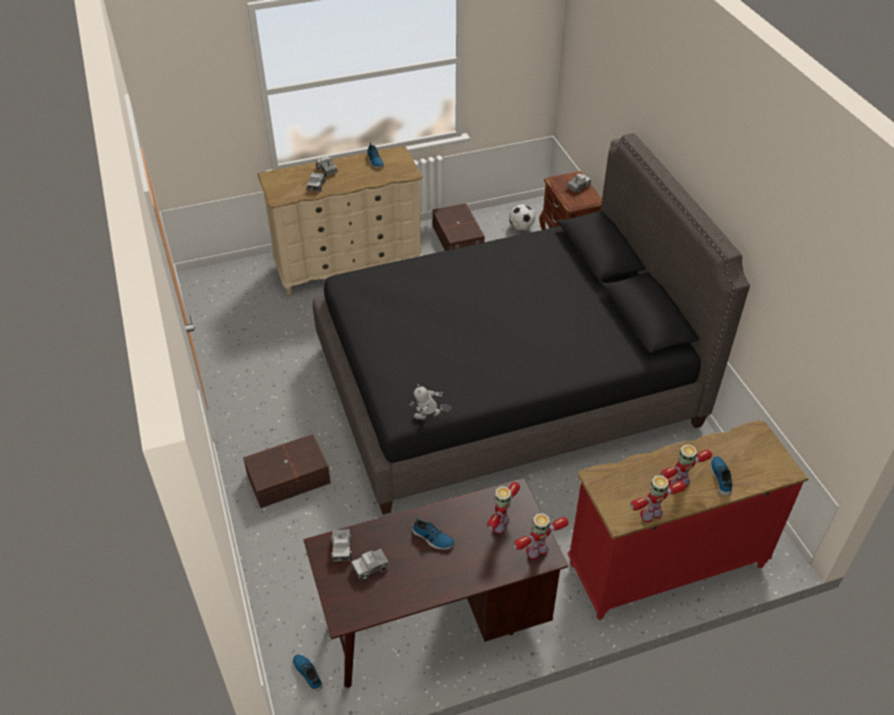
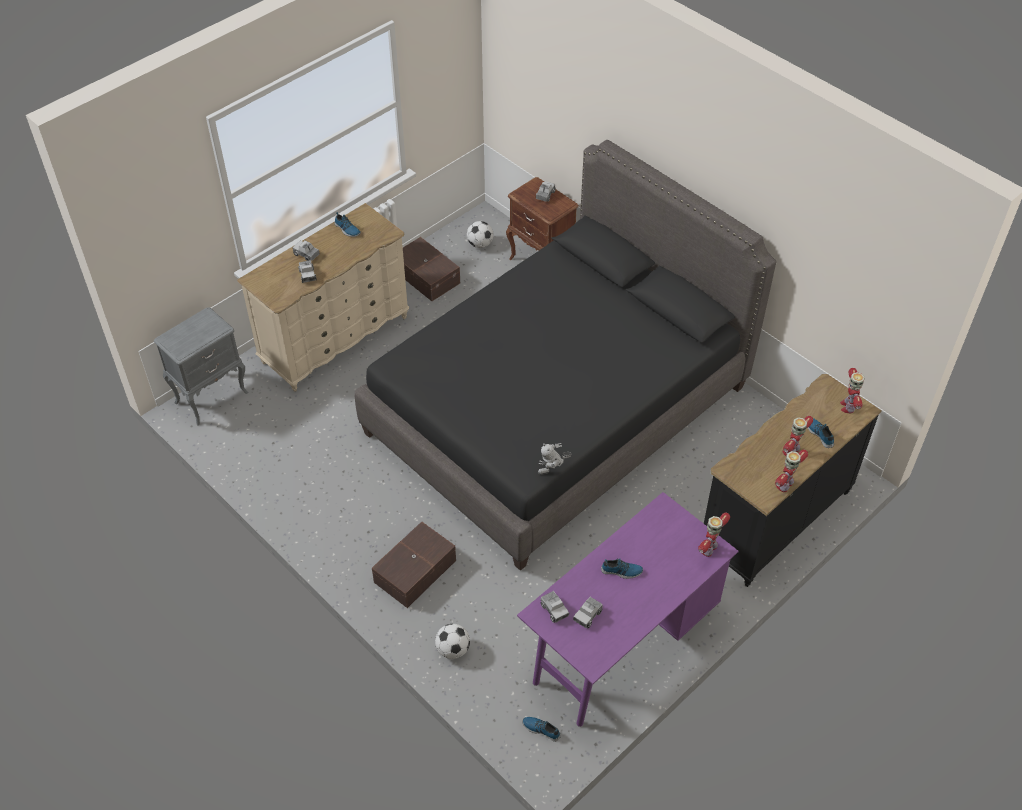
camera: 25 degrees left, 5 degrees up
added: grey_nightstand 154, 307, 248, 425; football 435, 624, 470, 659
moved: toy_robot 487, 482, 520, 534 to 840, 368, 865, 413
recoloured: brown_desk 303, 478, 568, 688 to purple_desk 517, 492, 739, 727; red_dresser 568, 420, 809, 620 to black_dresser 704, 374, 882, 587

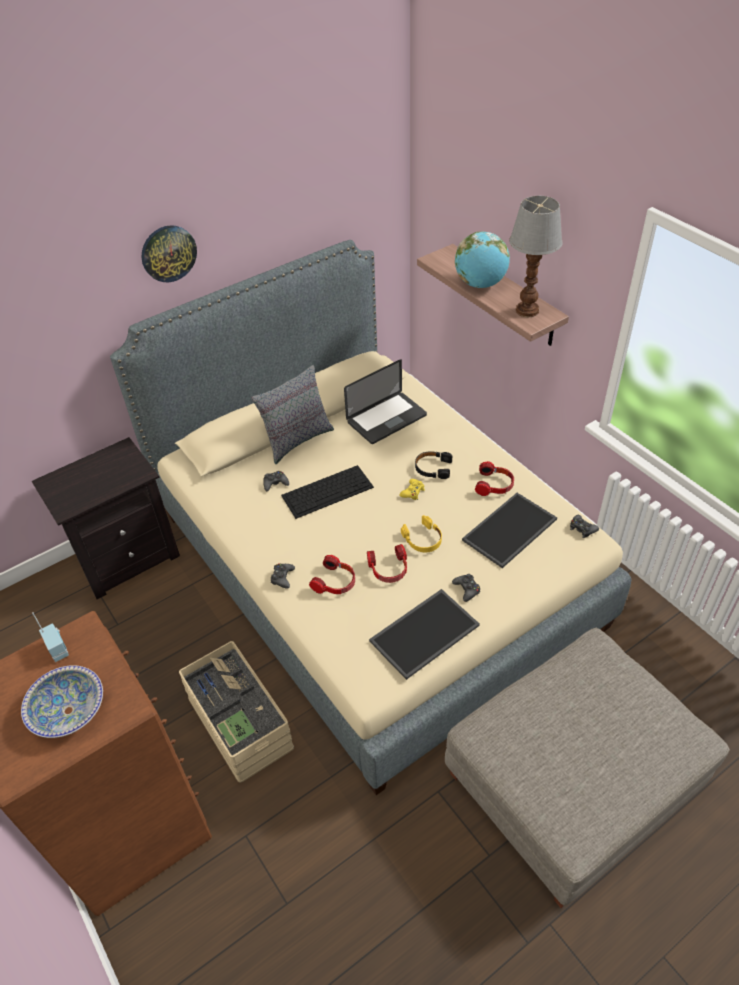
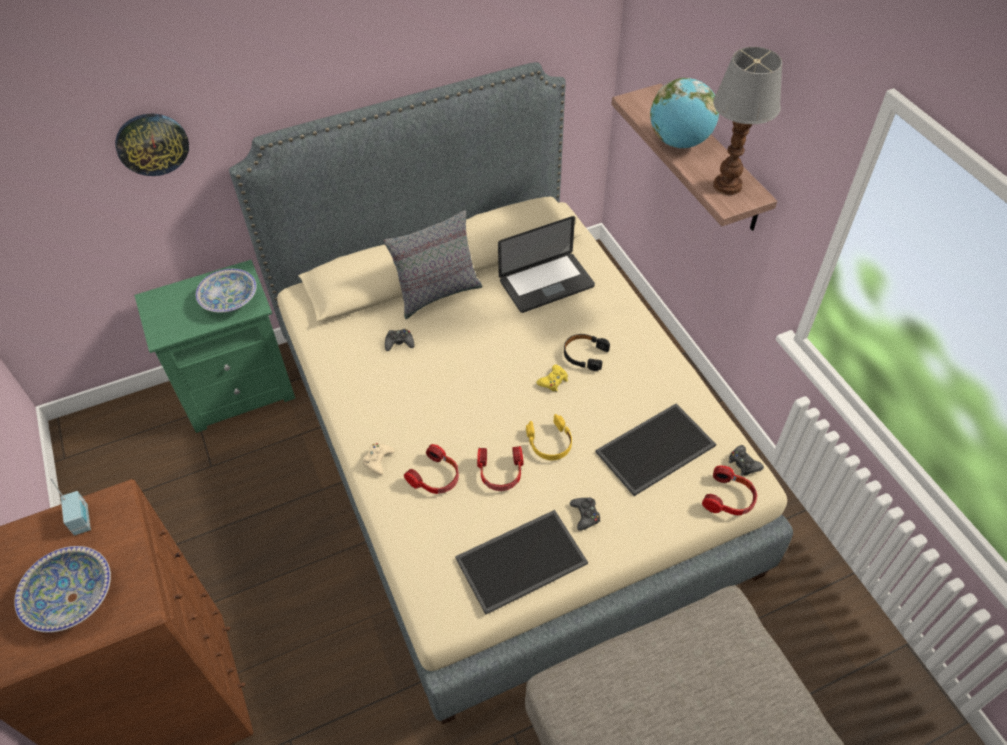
camera: 10 degrees right, 5 degrees up
removed: beige_storage_box 179, 641, 294, 783; keyboard 281, 465, 374, 519
added: bowl 196, 269, 257, 313
moved: wall_clock 141, 225, 197, 282 to 115, 114, 189, 176; headphones 475, 461, 514, 496 to 702, 465, 757, 515
recoloured: black_nightstand 32, 437, 180, 599 to green_nightstand 134, 260, 296, 433; black_game_controller 271, 563, 295, 589 to beige_game_controller 363, 443, 395, 475

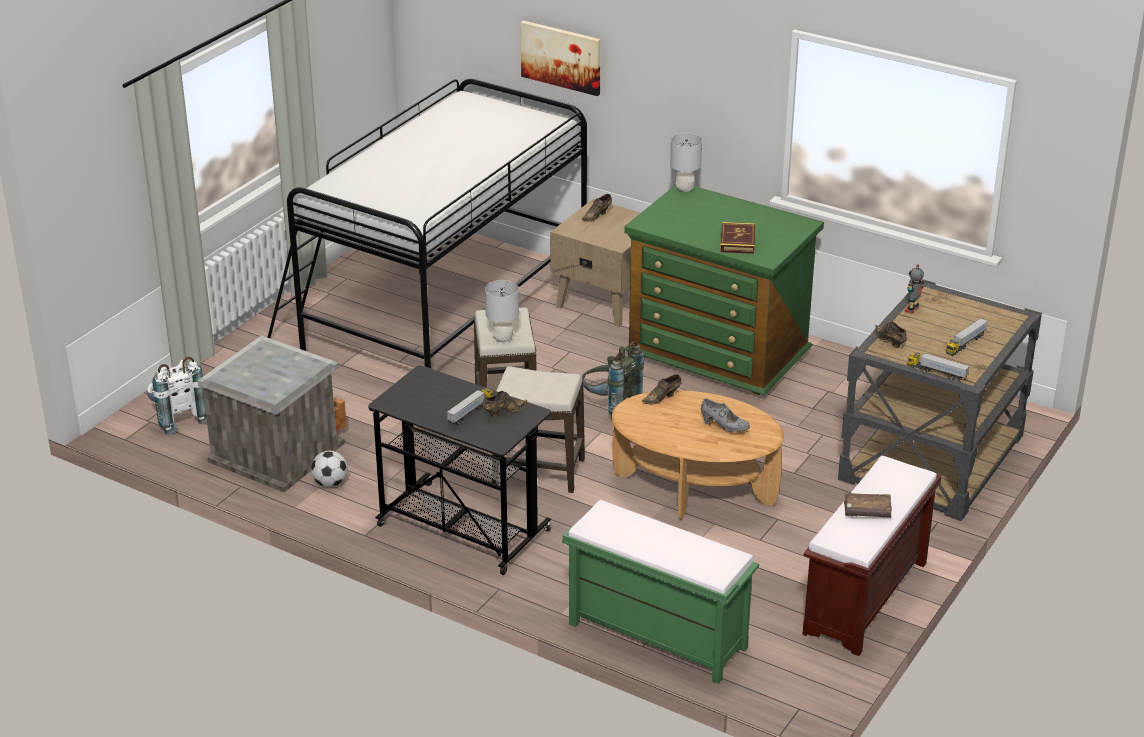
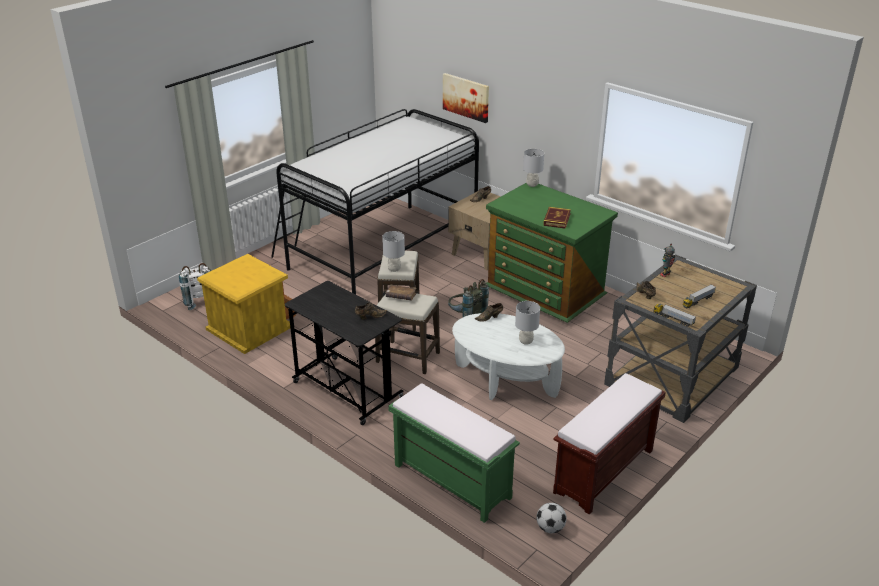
camera: 10 degrees right, 0 degrees up
removed: toy_truck 447, 388, 493, 425
moved: brown_book 844, 493, 892, 518 to 386, 285, 417, 301; football 311, 451, 348, 487 to 536, 503, 567, 533
replaced: grey_shoe 701, 398, 750, 432 to grey_table_lamp 515, 301, 540, 345
recoloured: grey_nightstand 197, 335, 347, 492 to yellow_nightstand 197, 254, 296, 354; brown_coffee_table 611, 390, 784, 519 to white_coffee_table 452, 313, 565, 400

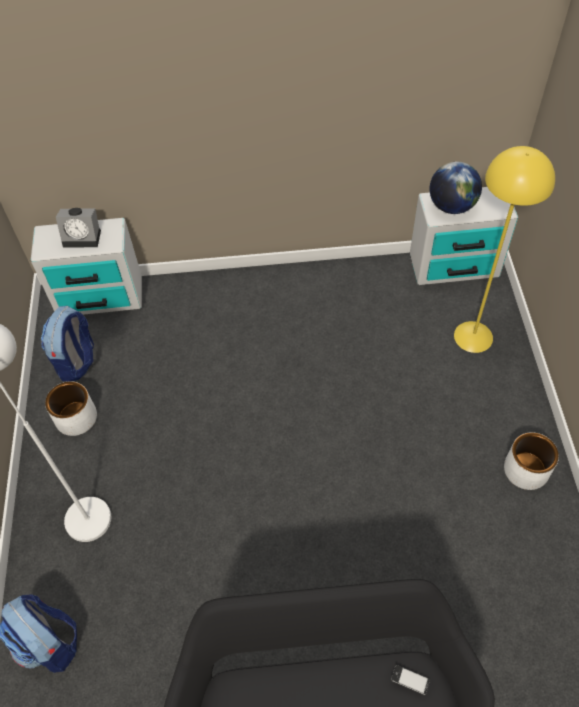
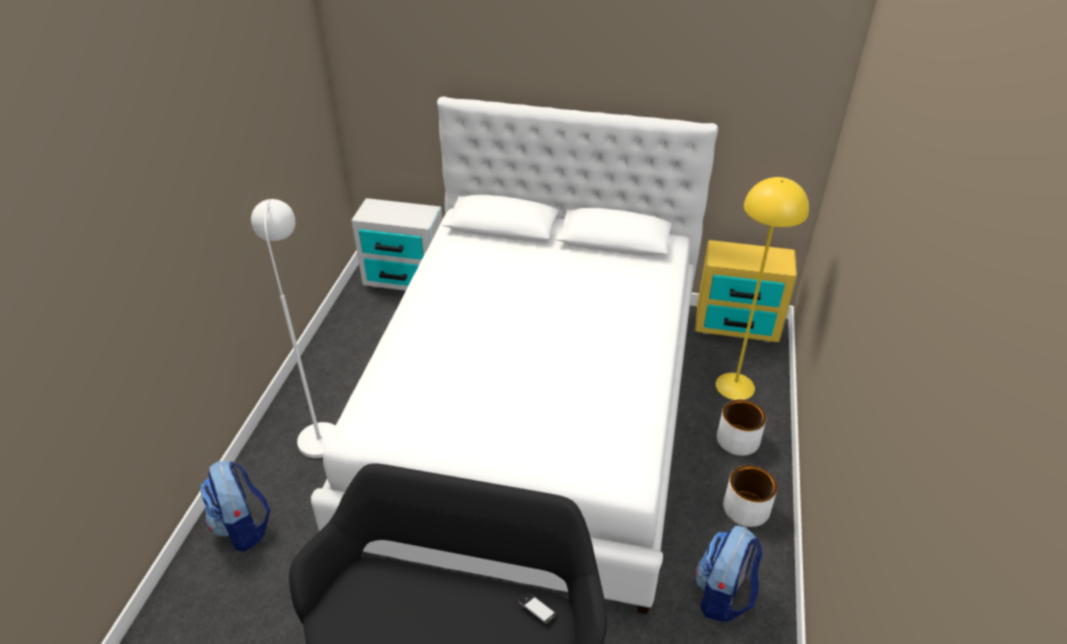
camera: 15 degrees right, 15 degrees down
removed: alarm_clock 56, 208, 101, 248; globe 430, 162, 482, 214
added: white_bed 311, 96, 718, 614
moved: backpack 41, 306, 94, 381 to 695, 526, 762, 622; white_planter 45, 381, 97, 436 to 717, 399, 766, 456
recoloured: white_nightstand 410, 187, 518, 285 to yellow_nightstand 695, 240, 797, 343

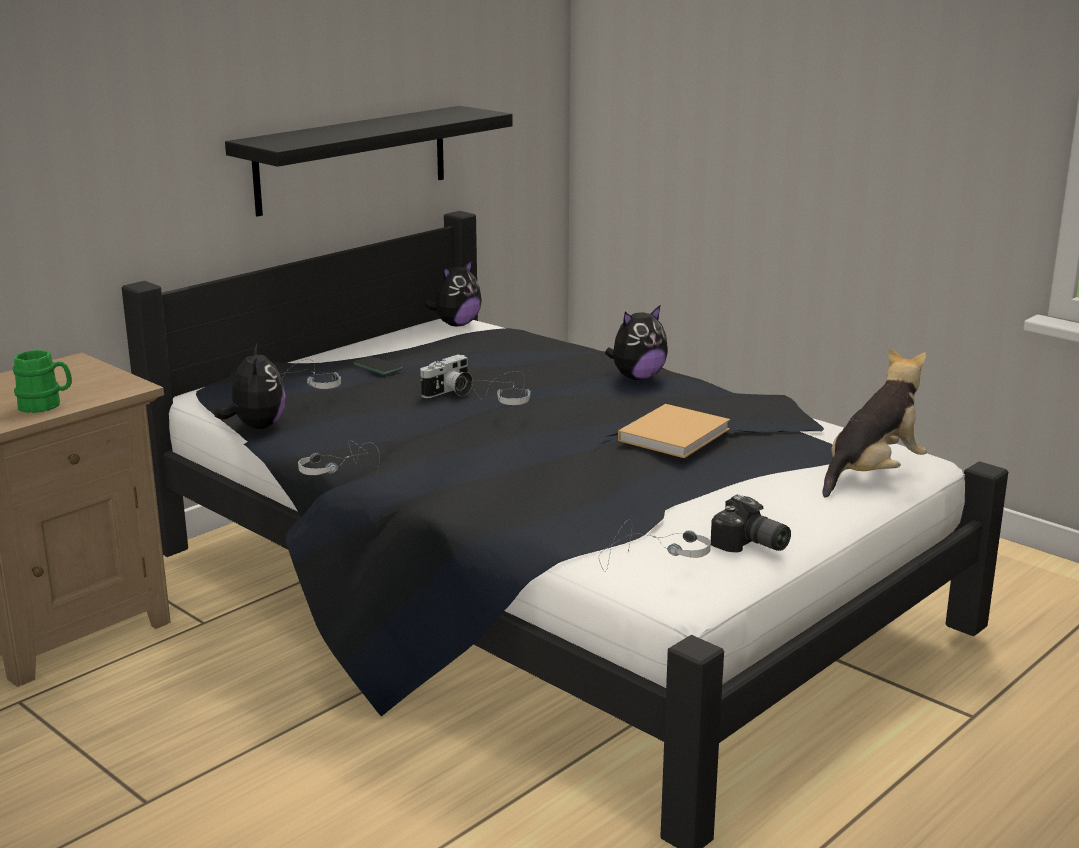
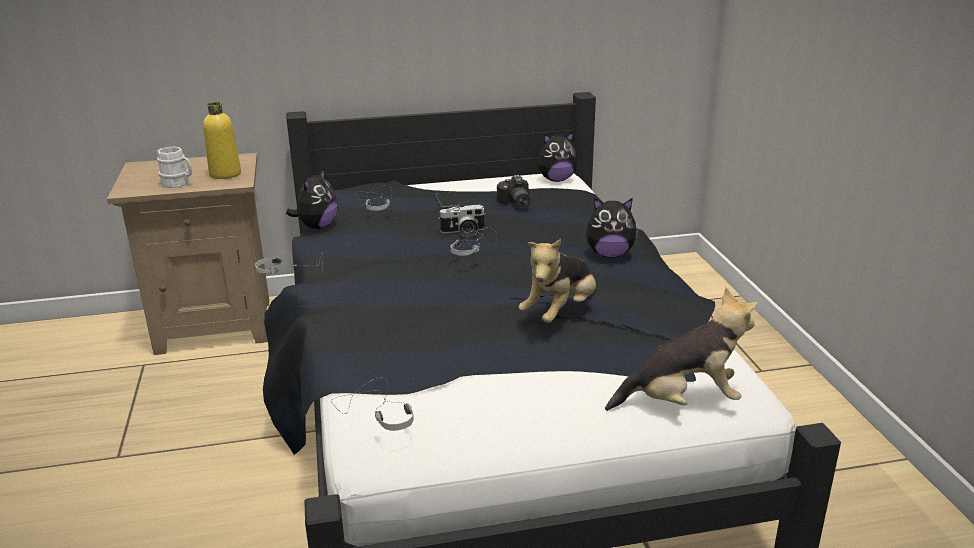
camera: 35 degrees right, 5 degrees up
removed: black_shelf 225, 106, 513, 217
added: yellow_bottle 203, 102, 241, 179
moved: photo_camera 711, 494, 791, 552 to 497, 175, 531, 208
replaced: beige_book 618, 404, 730, 458 to plush_toy 519, 239, 596, 323
recoloured: green_mug 13, 350, 72, 413 to white_mug 157, 147, 192, 188

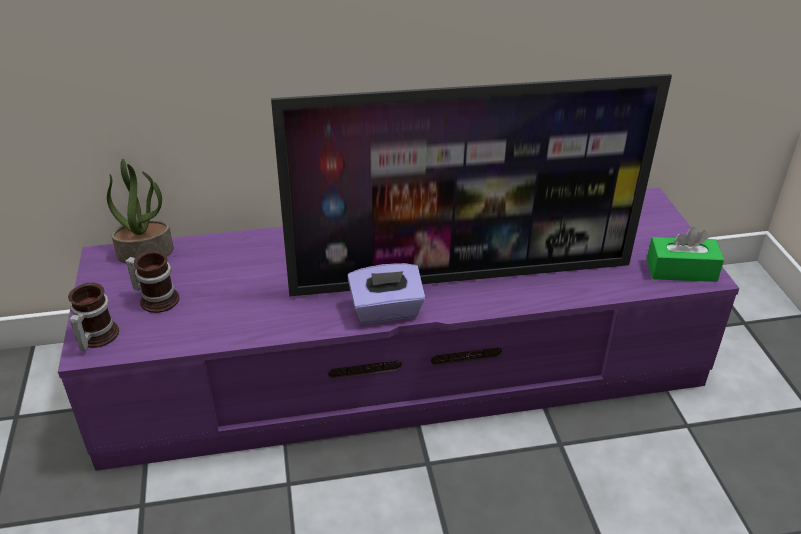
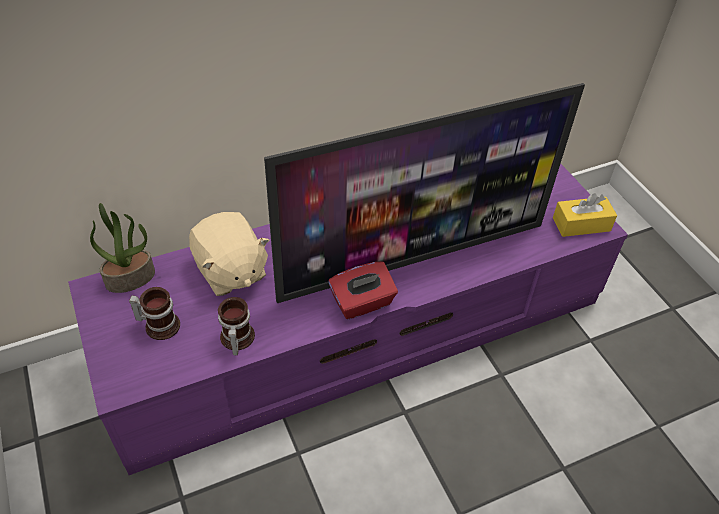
camera: 15 degrees left, 10 degrees up
added: beige_plush_toy 189, 212, 270, 296
moved: mug 68, 283, 119, 351 to 218, 297, 255, 355
recoloured: purple_tissue_box 347, 263, 426, 324 to red_tissue_box 328, 262, 398, 319; green_tissue_box 647, 227, 724, 282 to yellow_tissue_box 553, 193, 617, 237

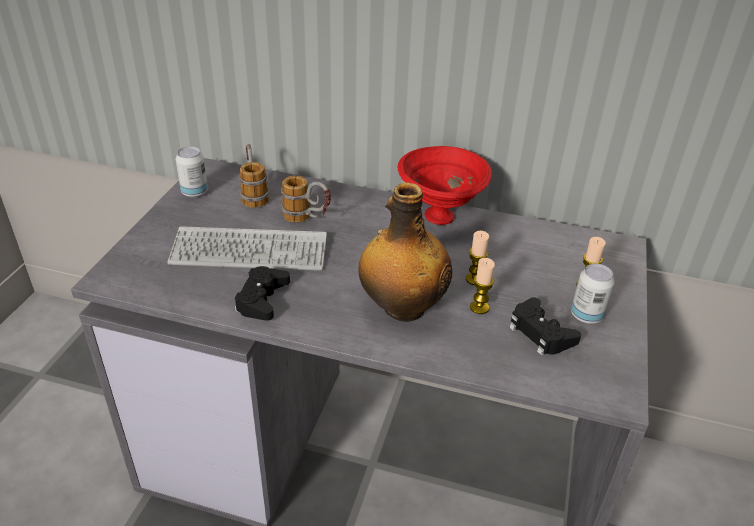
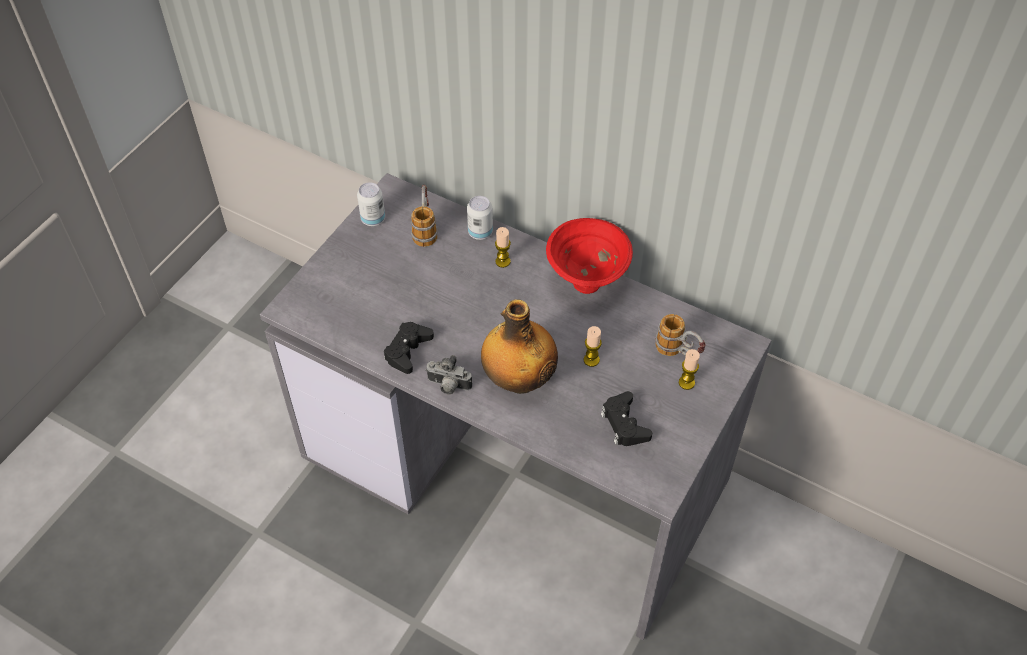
camera: 15 degrees right, 15 degrees up
removed: keyboard 167, 226, 327, 271
added: photo_camera 426, 355, 472, 395
moved: can 571, 264, 615, 324 to 467, 196, 493, 240; candle 470, 258, 495, 314 to 495, 227, 511, 268; mug 281, 176, 331, 223 to 655, 314, 706, 356

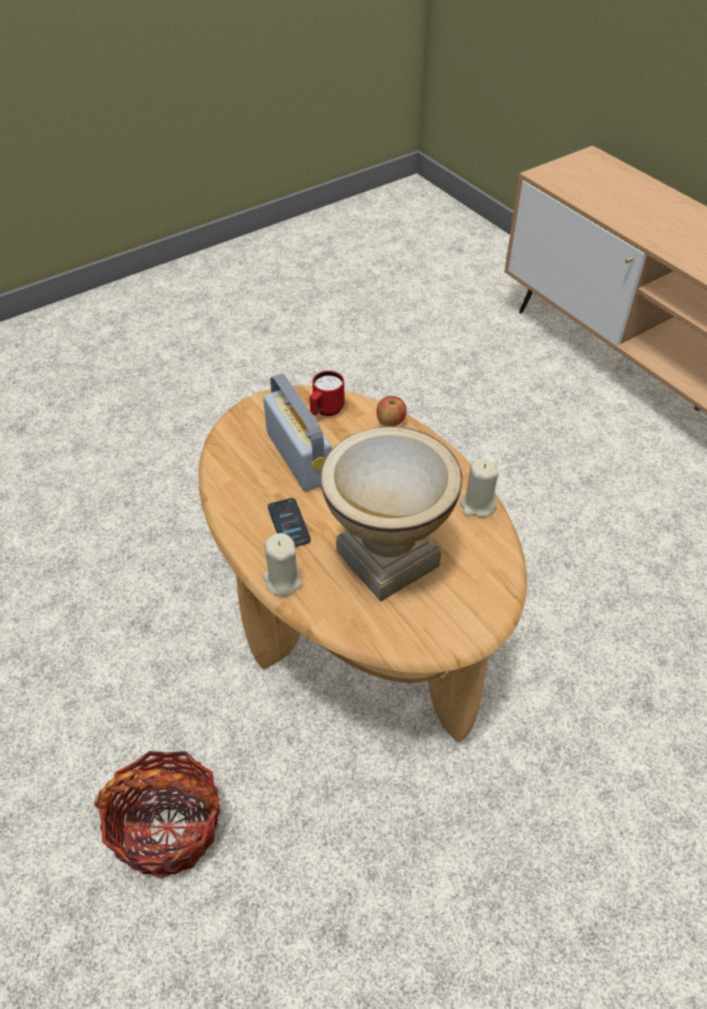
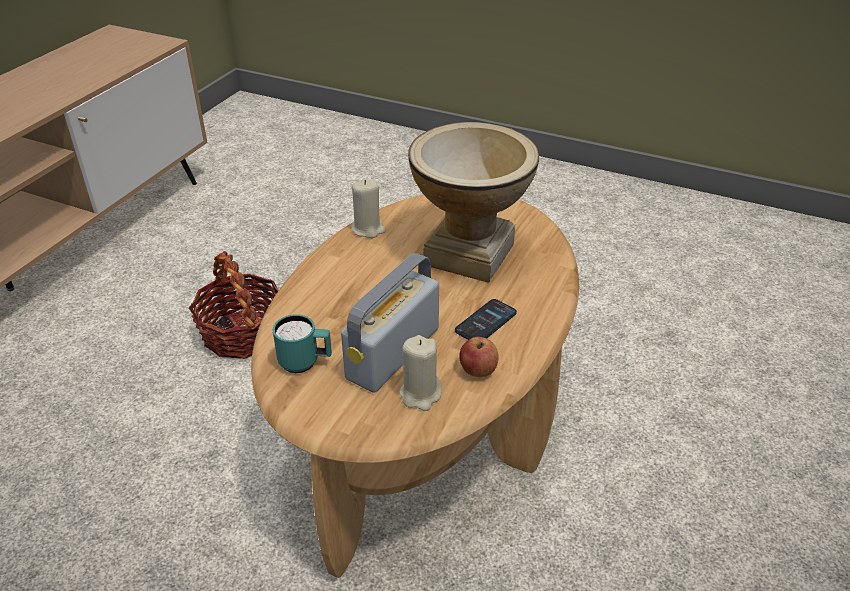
camera: 120 degrees left, 10 degrees down
moved: basket 94, 751, 220, 879 to 189, 251, 279, 359; beige_candle 263, 533, 302, 597 to 399, 335, 442, 411; apple 377, 396, 407, 427 to 459, 337, 499, 377
recoloured: red_mug 309, 371, 344, 416 to turquoise_mug 273, 314, 332, 373

